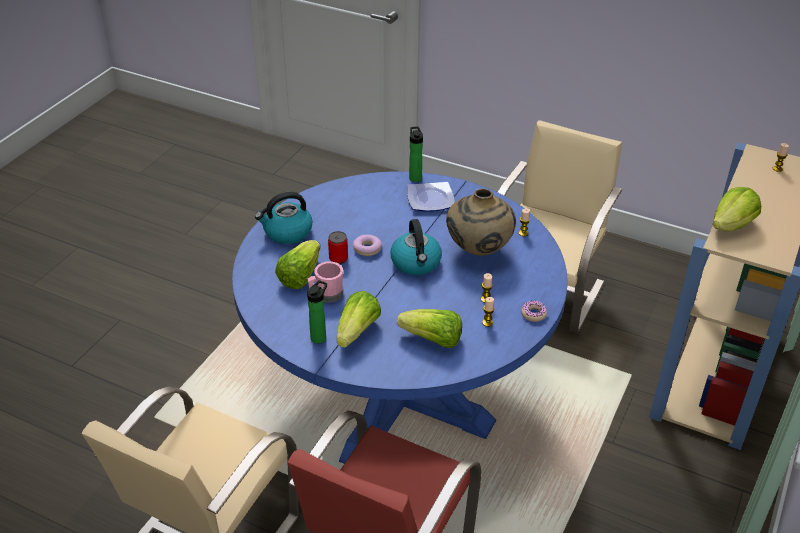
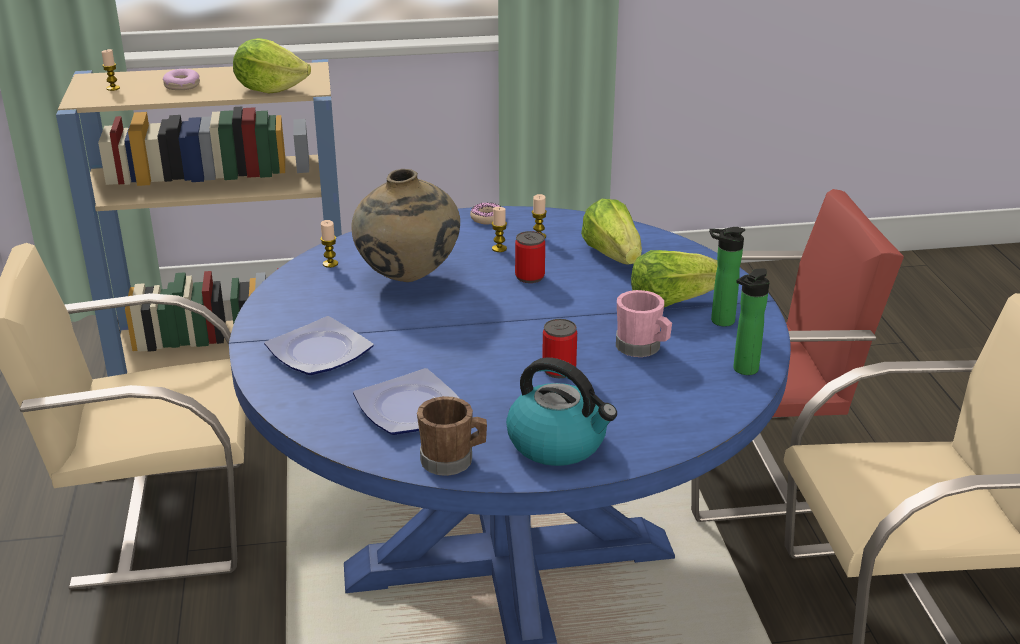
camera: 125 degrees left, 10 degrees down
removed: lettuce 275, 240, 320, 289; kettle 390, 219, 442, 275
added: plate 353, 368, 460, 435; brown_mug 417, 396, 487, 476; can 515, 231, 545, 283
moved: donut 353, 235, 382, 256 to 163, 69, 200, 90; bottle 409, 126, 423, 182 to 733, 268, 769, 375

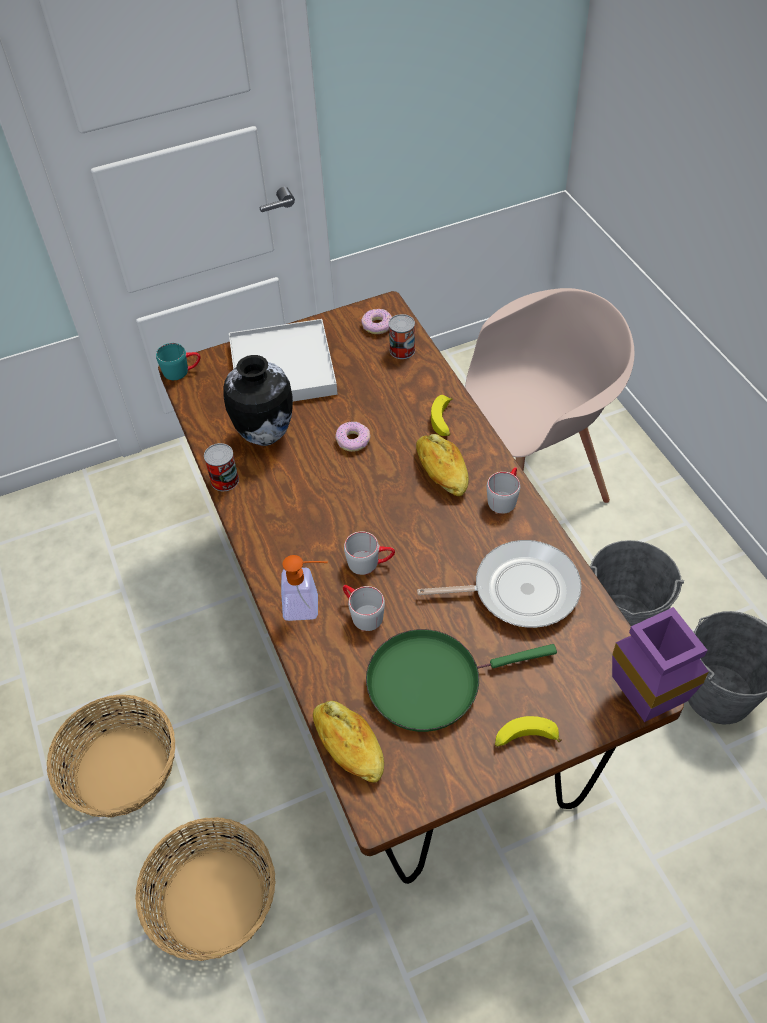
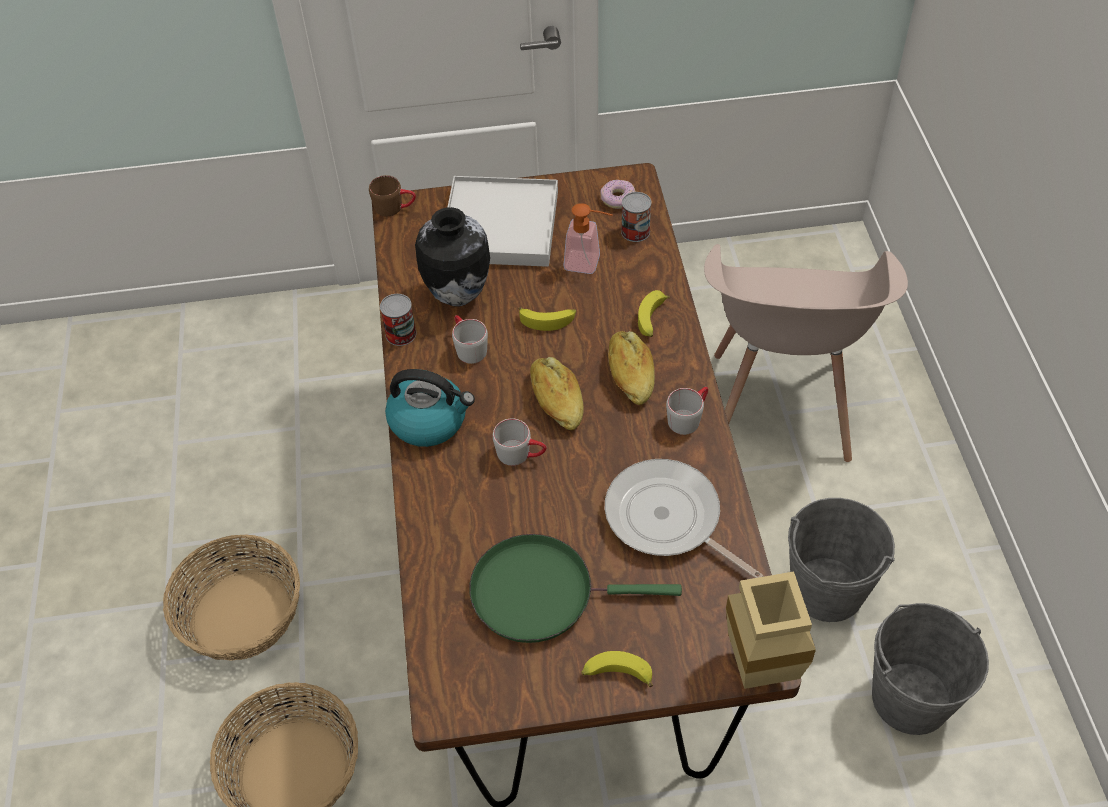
camera: 15 degrees right, 0 degrees up
added: kettle 385, 369, 475, 447
moved: grey_mug 343, 585, 385, 631 to 452, 315, 488, 364; bread 313, 701, 384, 783 to 530, 357, 584, 430; soap_dispenser 281, 555, 328, 621 to 563, 203, 613, 274
replaced: donut 335, 422, 371, 452 to banana 518, 307, 576, 331
recoloured: turquoise_mug 156, 343, 200, 380 to brown_mug 369, 175, 416, 216; purple_vase 612, 607, 709, 722 to beige_vase 726, 572, 816, 689
turned: frying_pan 417, 540, 582, 628 = 605, 459, 764, 578 150 degrees counterclockwise; beige_chair 465, 288, 635, 503 = 704, 244, 908, 462 105 degrees clockwise

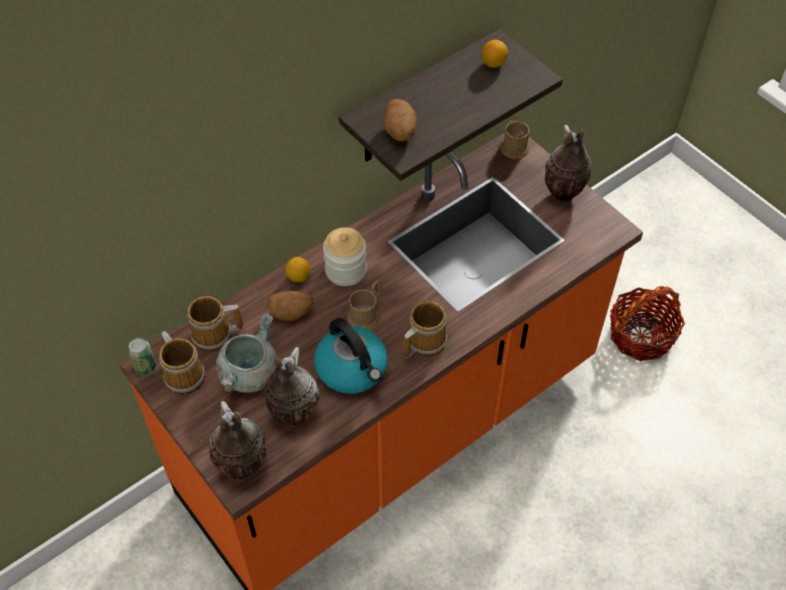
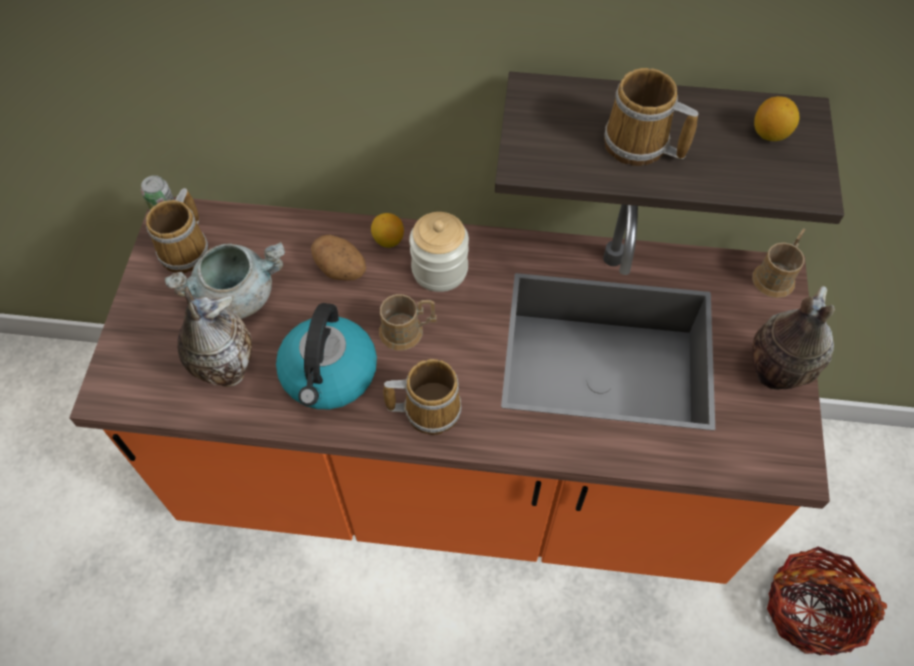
camera: 45 degrees right, 5 degrees up
removed: vase 209, 401, 266, 480; potato 383, 99, 417, 141
moved: mug 187, 296, 243, 352 to 604, 68, 699, 166

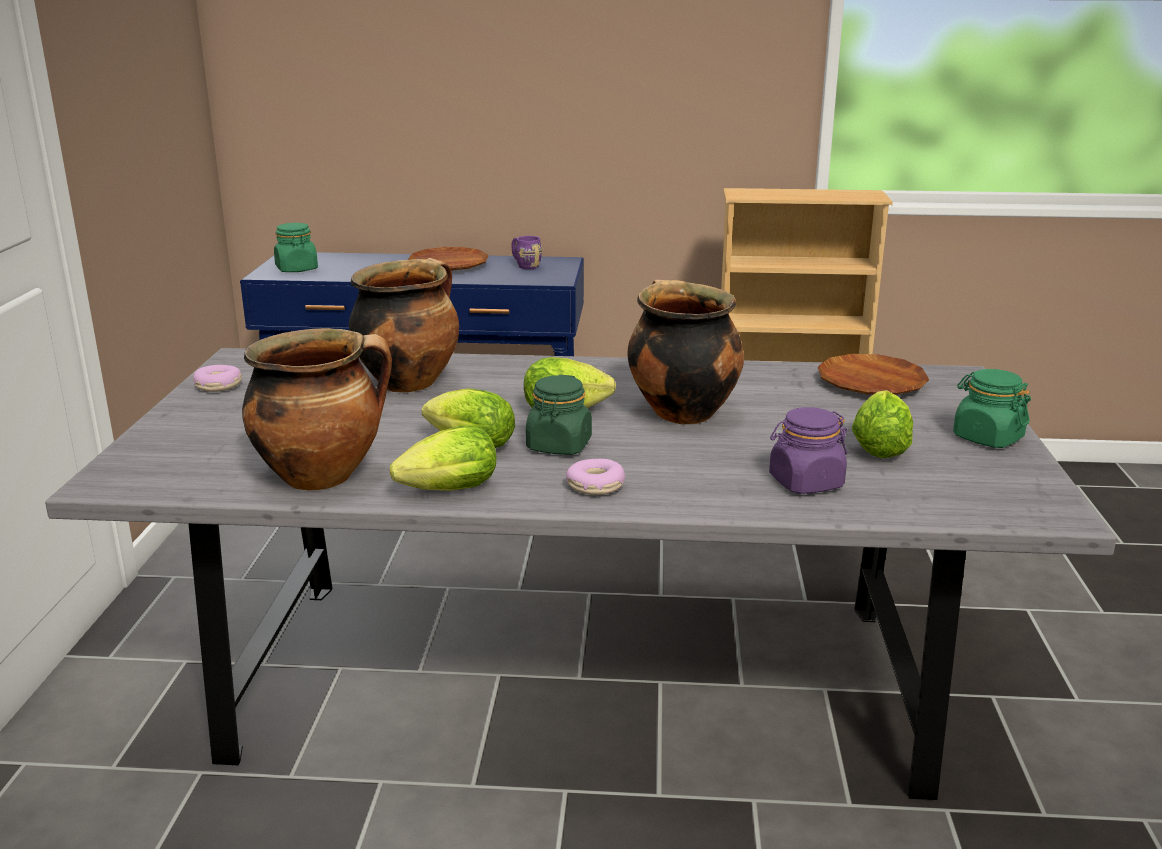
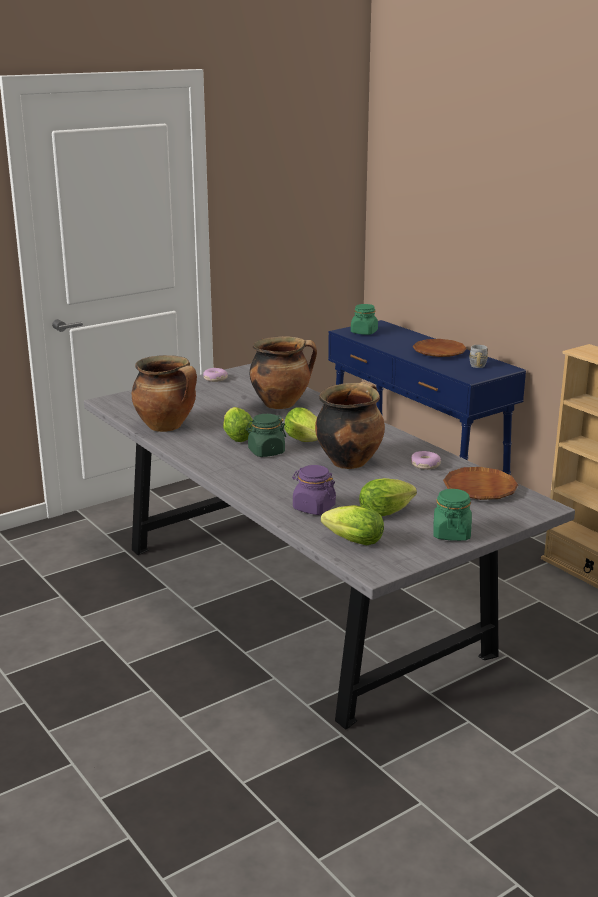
camera: 50 degrees right, 0 degrees up
moved: lettuce 390, 425, 496, 491 to 321, 505, 384, 545; donut 566, 459, 625, 495 to 411, 451, 441, 470
recoloured: purple_mug 512, 236, 542, 269 to grey_mug 469, 345, 488, 368

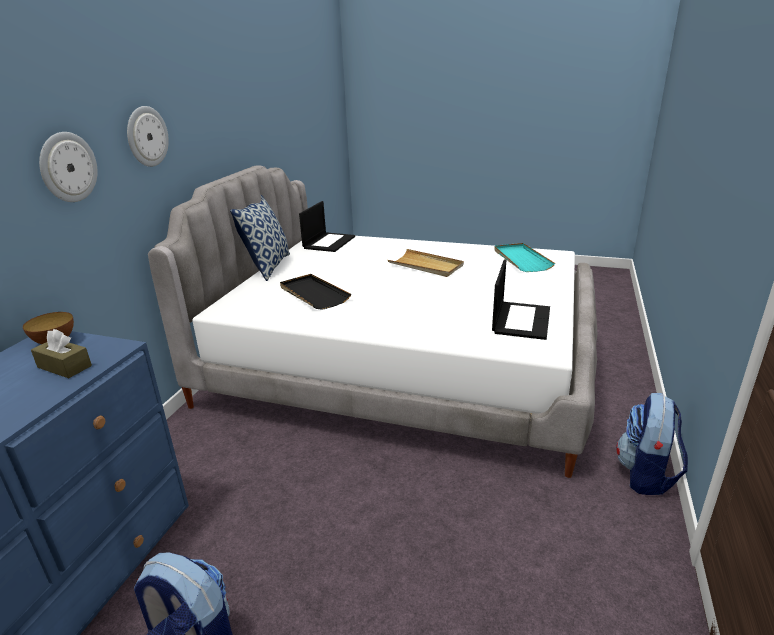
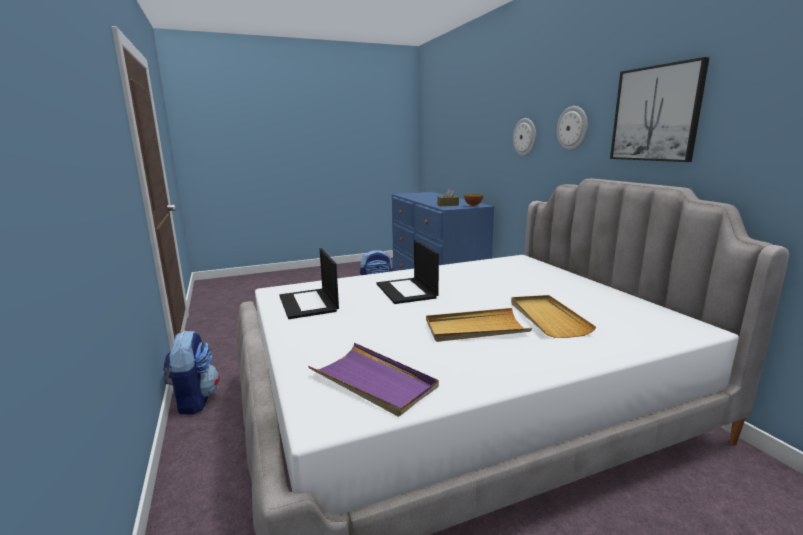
camera: 140 degrees right, 10 degrees down
removed: pillow 230, 194, 290, 281; black_tray 280, 274, 351, 310
added: beige_tray 511, 295, 596, 338; picture 610, 57, 710, 162
moved: laptop 299, 201, 355, 252 to 377, 240, 439, 304
recoloured: turquoise_tray 494, 243, 555, 272 to purple_tray 308, 343, 439, 416

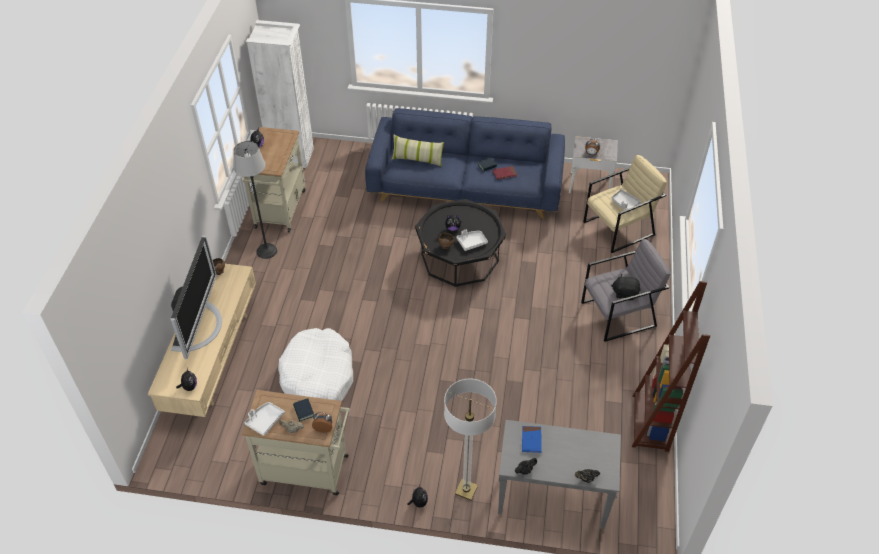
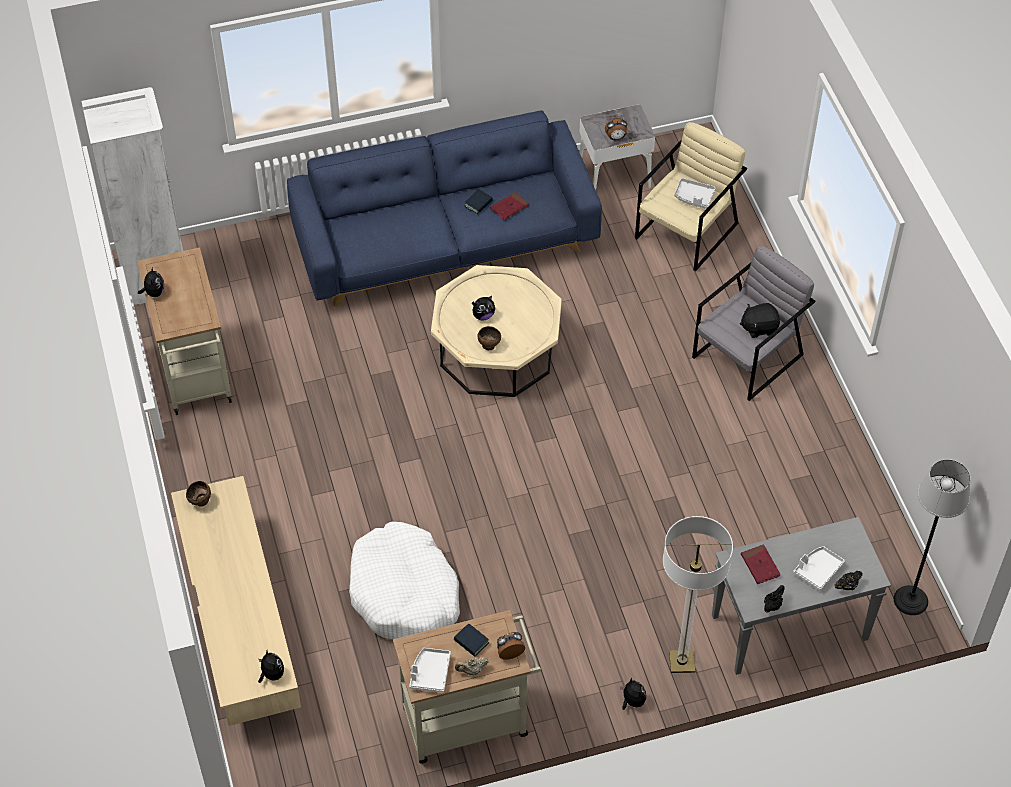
camera: 25 degrees left, 5 degrees up
removed: television 170, 235, 222, 359; pillow 391, 135, 444, 167; brown_bookcase 632, 281, 710, 452
moved: white_tray 456, 230, 488, 251 to 793, 546, 845, 591; floor_lamp 233, 141, 277, 259 to 894, 459, 970, 615
recoloured: black_coffee_table 415, 199, 506, 287 to beige_coffee_table 431, 265, 562, 397; blue_book 522, 426, 542, 453 to red_book 741, 544, 780, 584

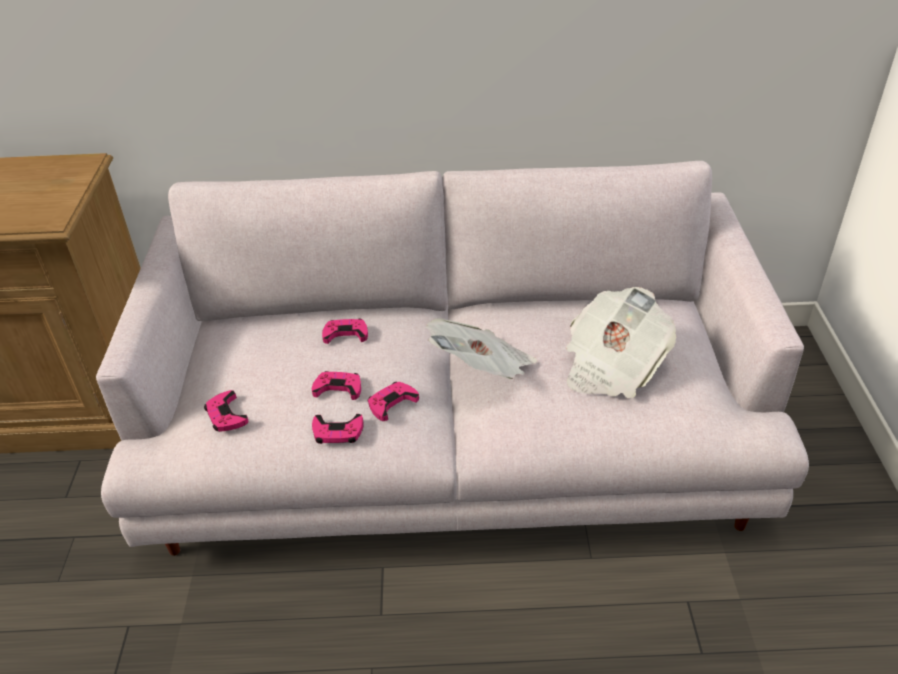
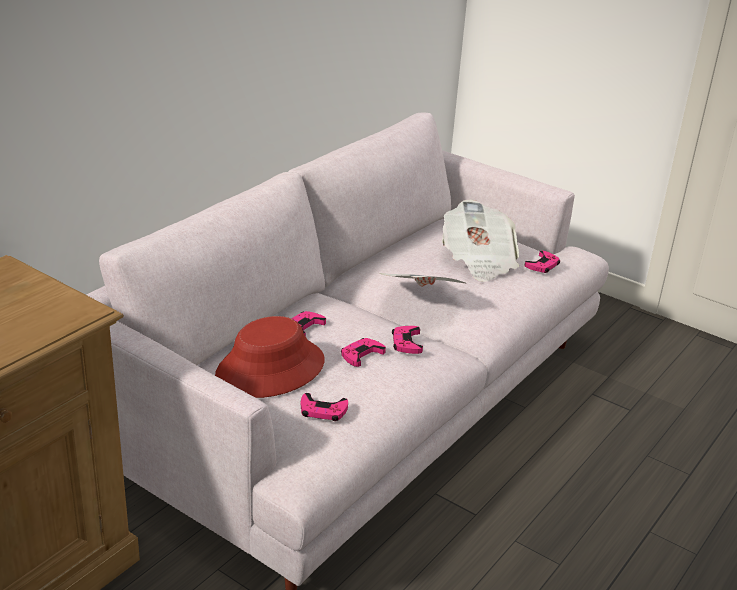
camera: 55 degrees left, 10 degrees down
added: red_hat 215, 316, 324, 398
moved: pink_game_controller 312, 414, 364, 444 to 525, 251, 560, 273

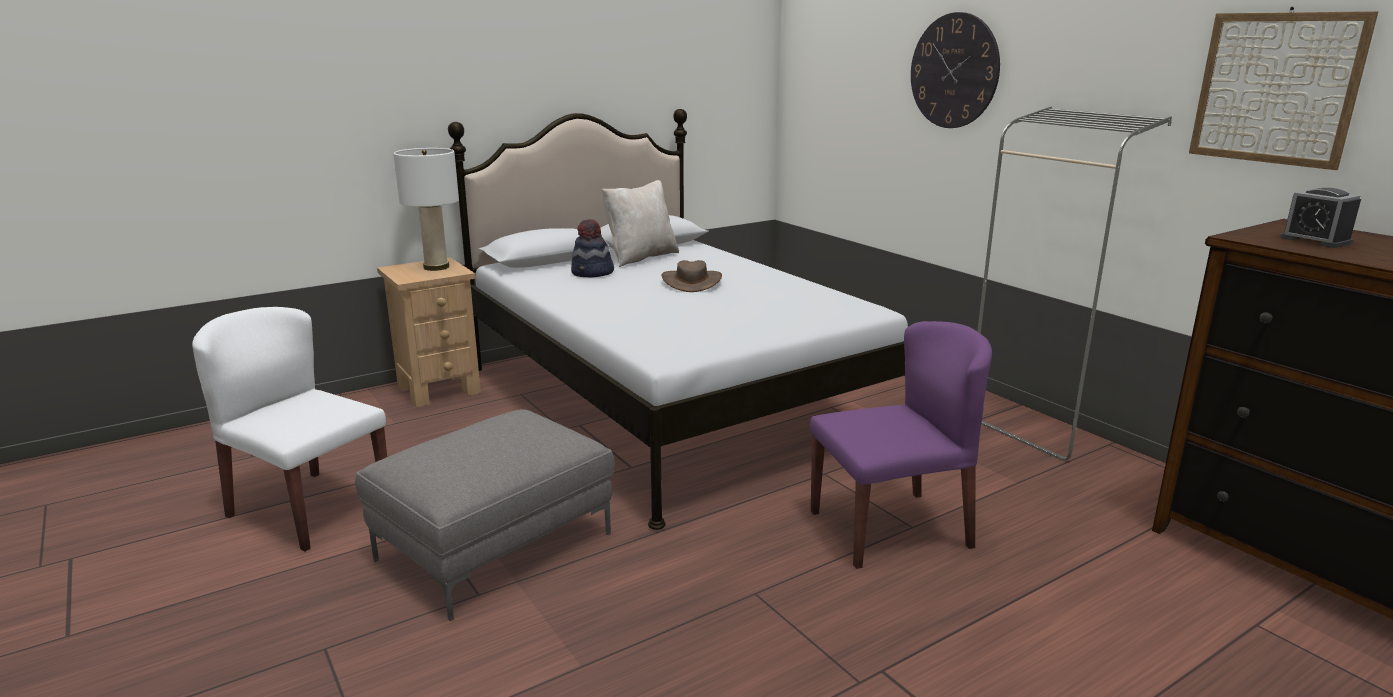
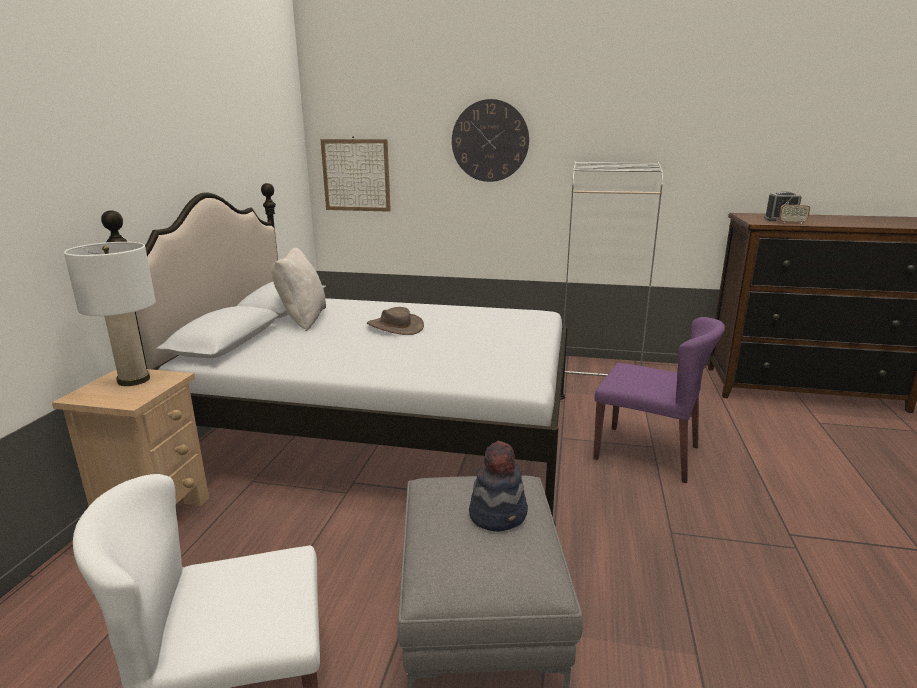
camera: 45 degrees left, 0 degrees up
added: radio 779, 191, 810, 224
moved: picture 1189, 7, 1378, 170 to 320, 137, 391, 212; hat 571, 219, 614, 278 to 469, 441, 528, 532
turned: purple_chair 809, 321, 992, 569 = 593, 317, 725, 483 90 degrees clockwise

